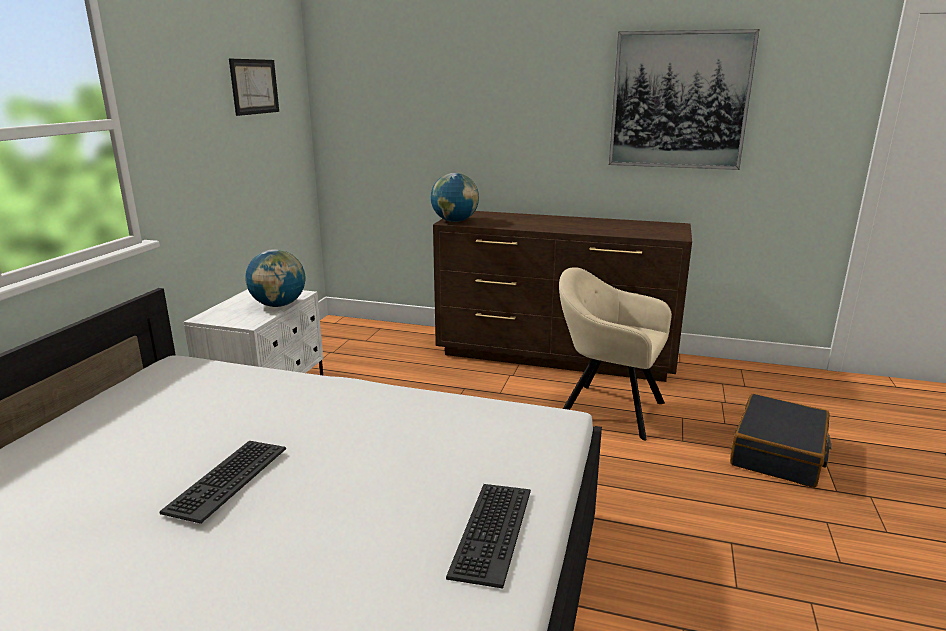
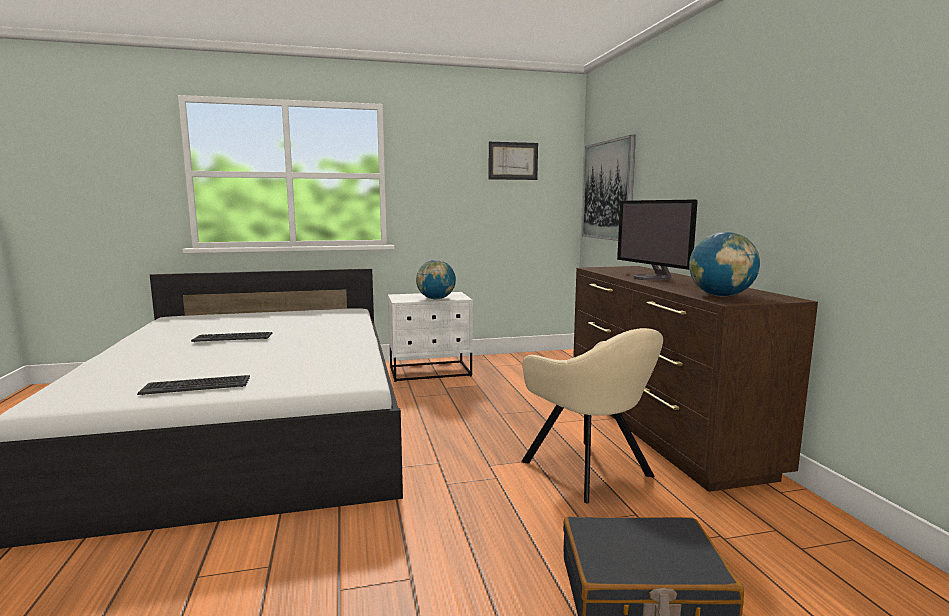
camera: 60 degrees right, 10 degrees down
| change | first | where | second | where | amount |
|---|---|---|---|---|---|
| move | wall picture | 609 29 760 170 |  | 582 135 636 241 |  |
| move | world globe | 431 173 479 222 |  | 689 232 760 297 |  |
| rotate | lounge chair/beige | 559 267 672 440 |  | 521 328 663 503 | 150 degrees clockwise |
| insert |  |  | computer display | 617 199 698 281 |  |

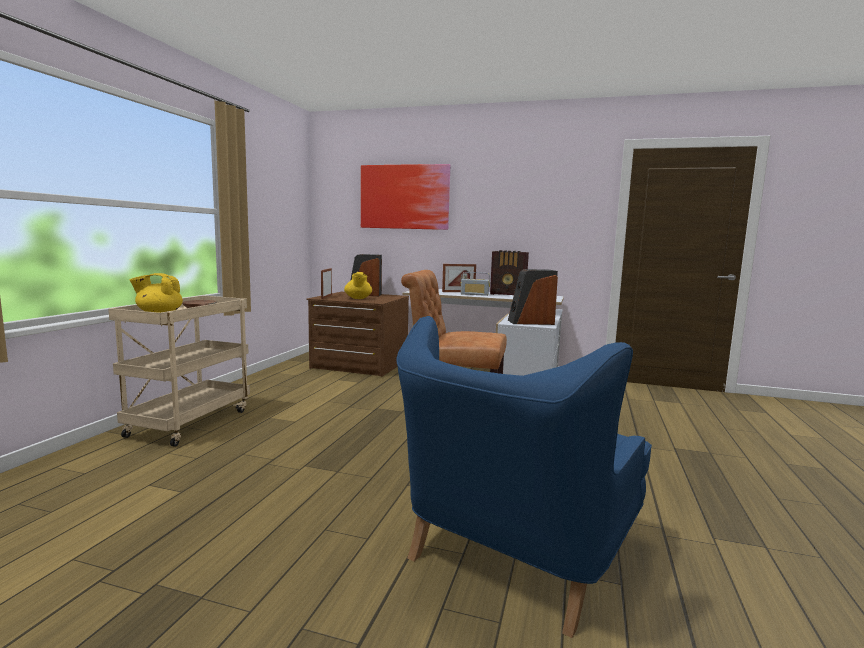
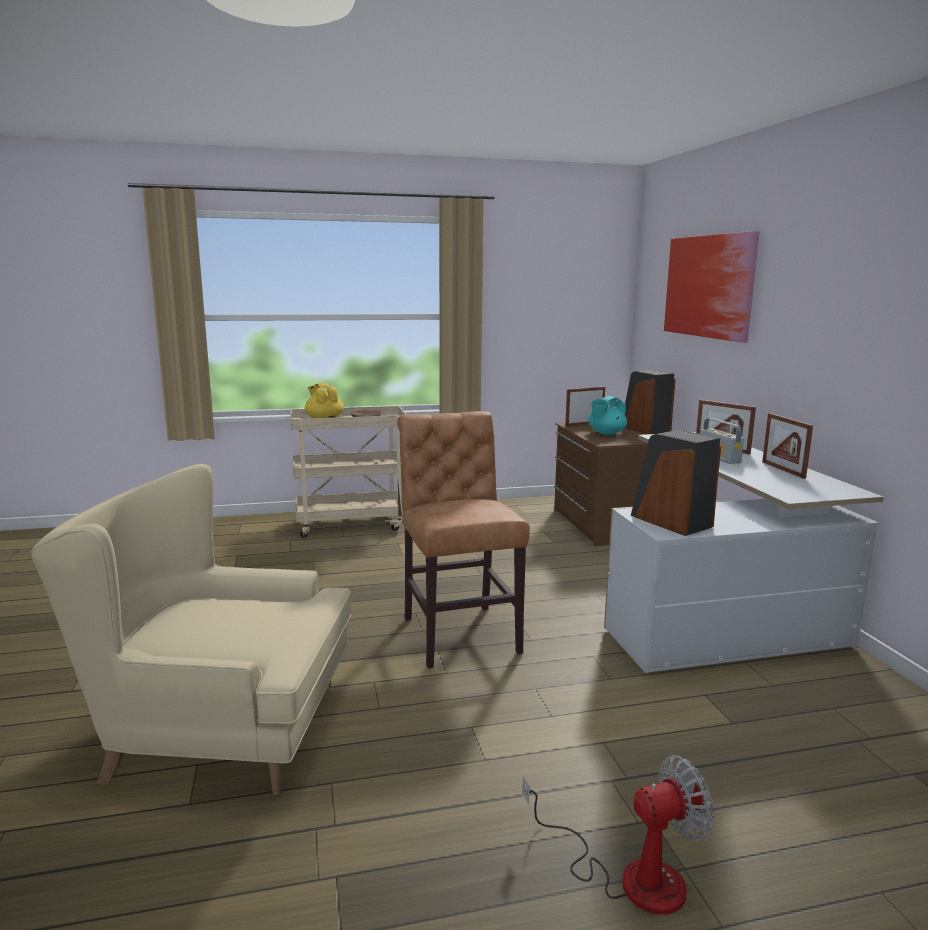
camera: 60 degrees right, 5 degrees up
| change | first | where | second | where | amount |
|---|---|---|---|---|---|
| replace | radio receiver | 490 250 529 295 | picture frame | 762 413 813 479 |  |
| recolor | tea pot/yellowish | 344 272 372 299 | tea pot/turquoise-coloured | 588 396 627 435 |  |
| recolor | lounge chair/blue | 396 316 652 638 | lounge chair/beige | 30 464 351 795 |  |
| insert |  |  | fan | 523 755 714 915 |  |

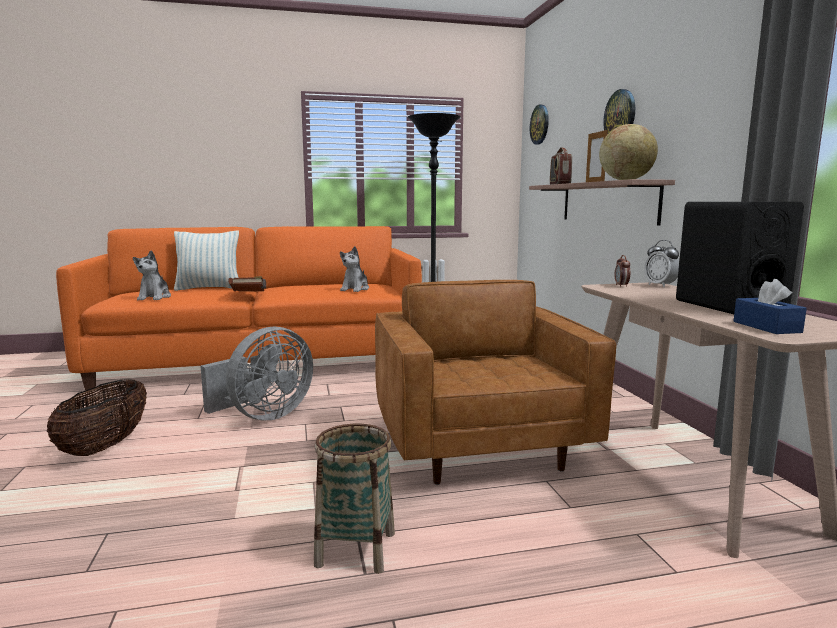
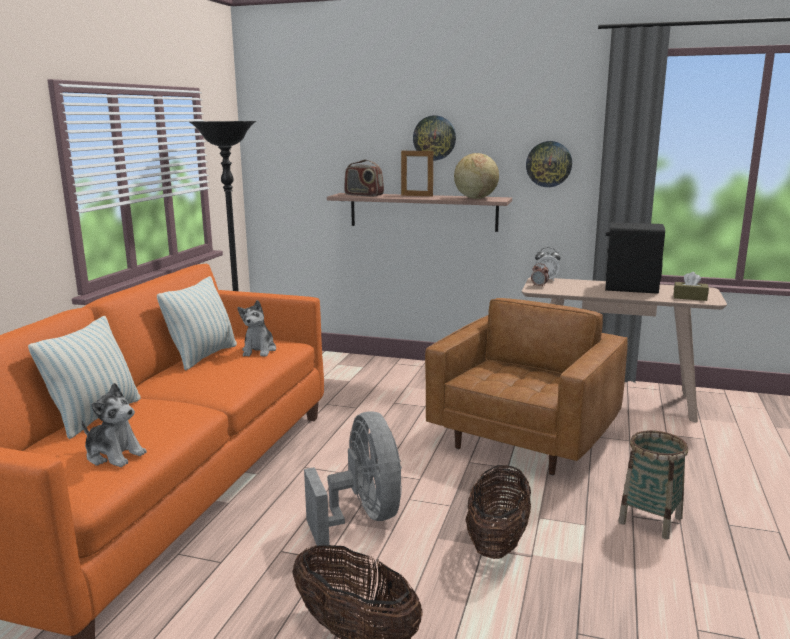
camera: 60 degrees left, 5 degrees up
| change | first | where | second | where | amount |
|---|---|---|---|---|---|
| move | clock on the wall | 530 104 549 145 |  | 526 141 572 187 |  |
| rotate | soft toy | 340 246 369 292 |  | 237 300 276 357 | 45 degrees clockwise |
| delete | book/brown-coloured | 228 276 266 291 |  |  |  |
| recolor | tissue box/blue | 734 279 807 334 | tissue box/brown-coloured | 674 272 709 301 |  |
| rotate | lounge chair/brown-coloured | 375 280 616 485 |  | 425 298 628 476 | 105 degrees clockwise |
| insert |  |  | cushion | 157 276 237 371 |  |
| insert |  |  | household basket | 465 465 531 559 |  |

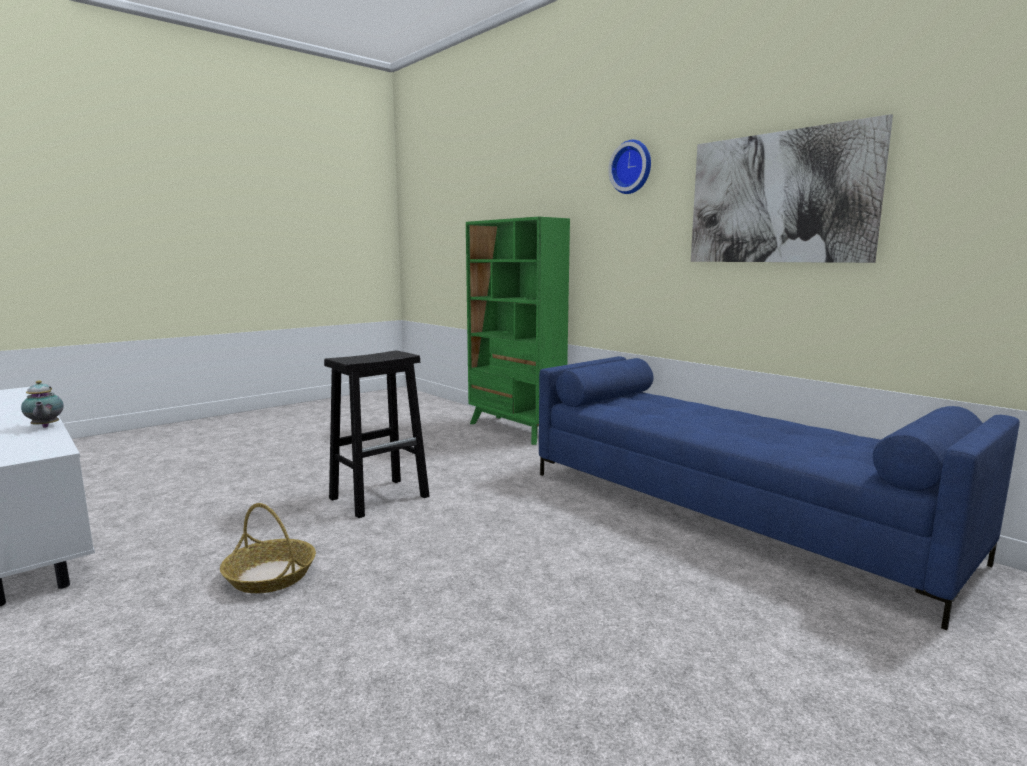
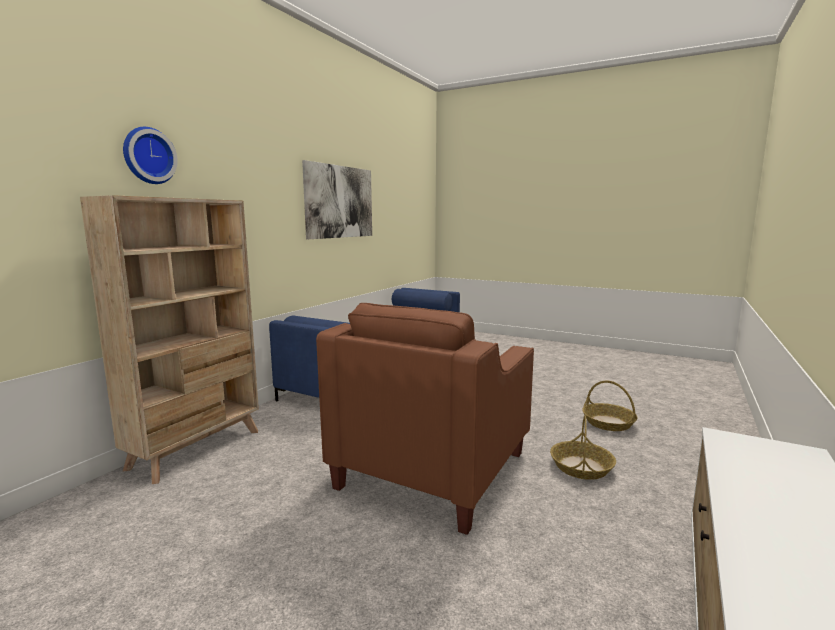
camera: 110 degrees left, 0 degrees up
| change | first | where | second | where | amount |
|---|---|---|---|---|---|
| move | clock on the wall | 608 140 651 194 |  | 123 127 178 184 |  |
| recolor | bookshelf/greenish | 466 217 570 445 | bookshelf/beige | 80 195 259 484 |  |
| replace | stool/black | 324 350 430 518 | lounge chair/brown-coloured | 316 303 534 535 |  |
| delete | tea pot | 21 380 64 428 |  |  |  |
| insert |  |  | household basket | 582 381 638 431 |  |

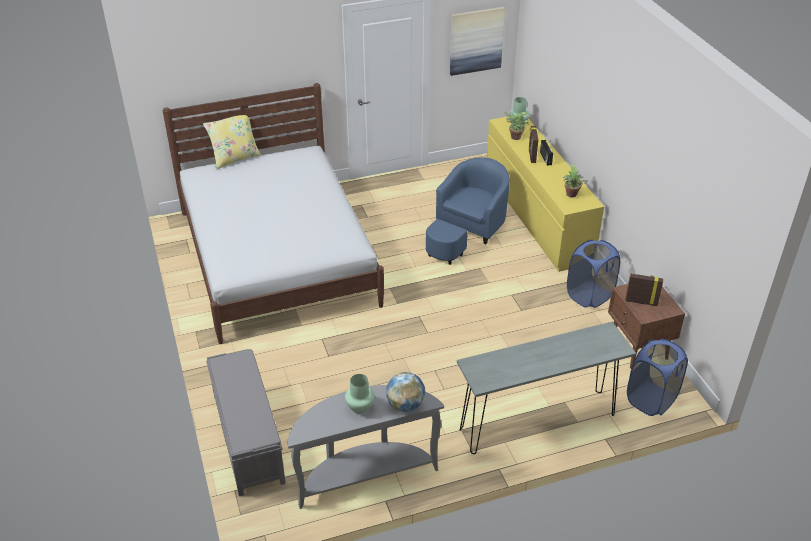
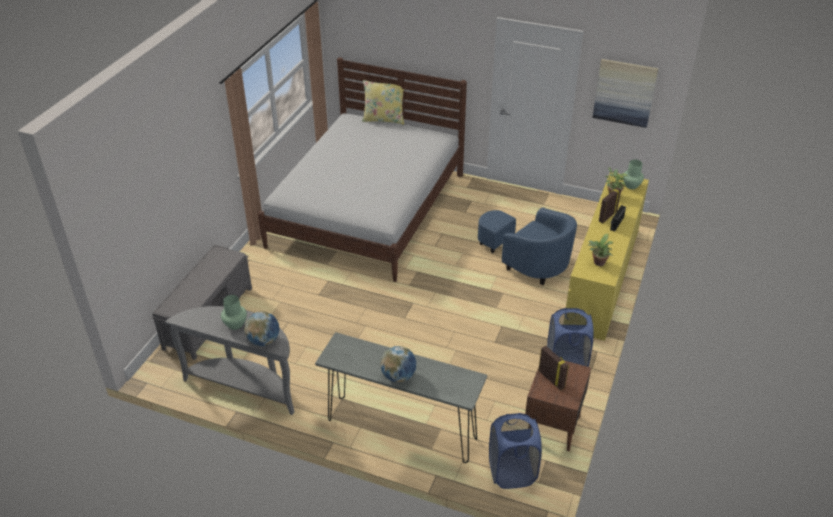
camera: 40 degrees right, 0 degrees up
| change | first | where | second | where | amount |
|---|---|---|---|---|---|
| rotate | lounge chair/blue | 426 157 510 265 |  | 478 207 577 285 | 60 degrees clockwise |
| insert |  |  | world globe | 380 346 416 382 |  |

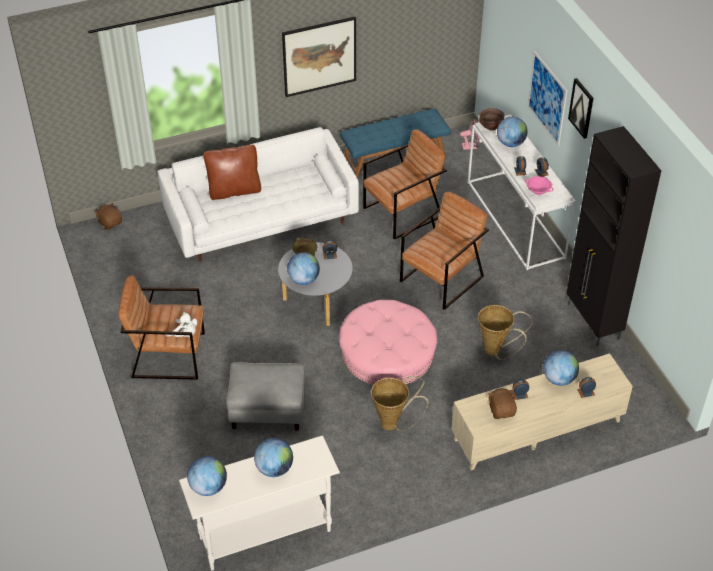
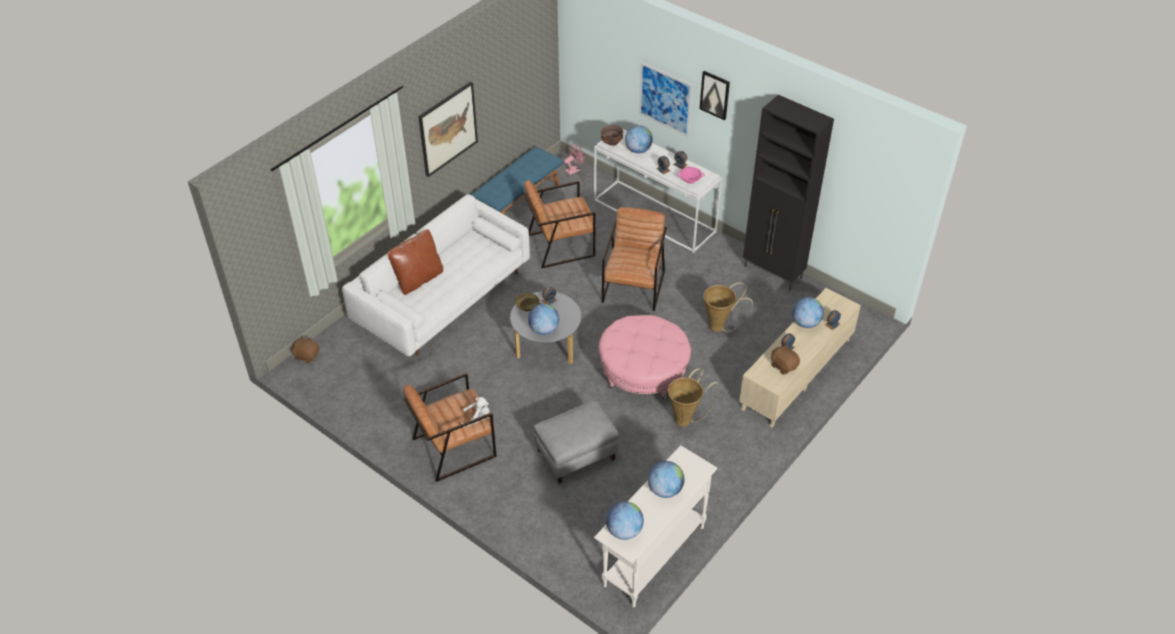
camera: 30 degrees left, 0 degrees up
| change | first | where | second | where | amount |
|---|---|---|---|---|---|
| rotate | lounge chair/brown-coloured | 363 129 447 239 |  | 524 180 596 268 | 135 degrees counterclockwise |

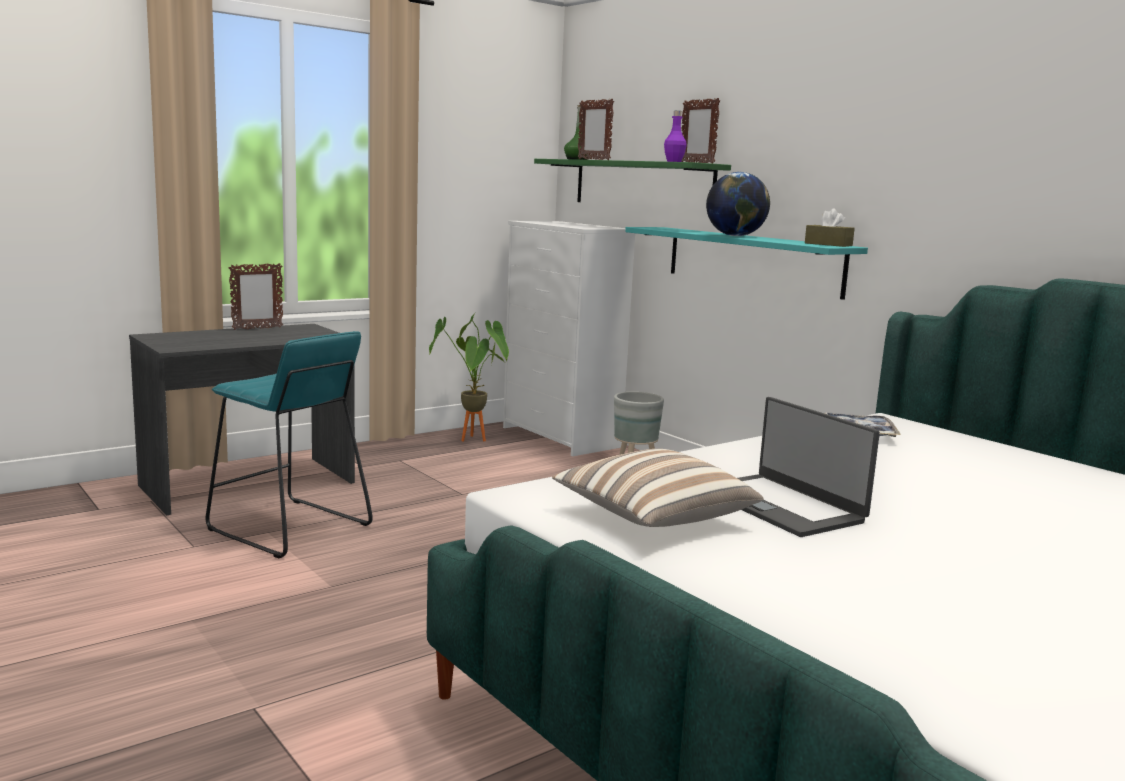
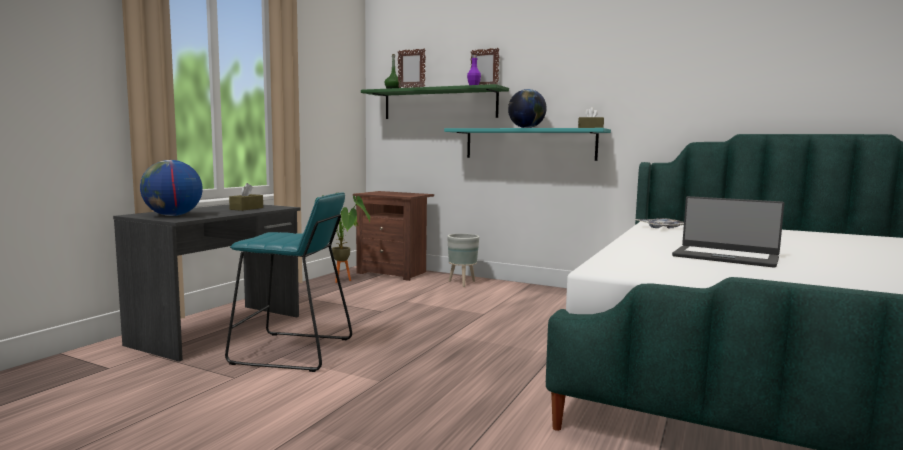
camera: 25 degrees left, 5 degrees down
| change | first | where | second | where | amount |
|---|---|---|---|---|---|
| replace | chest of drawers/white | 503 221 637 456 | bedside table/brown-coloured | 353 191 434 281 |  |
| delete | picture frame | 229 263 283 330 |  |  |  |
| delete | cushion | 552 449 764 527 |  |  |  |
| insert |  |  | world globe | 140 160 203 216 |  |
| insert |  |  | tissue box/brown-coloured | 229 183 263 211 |  |

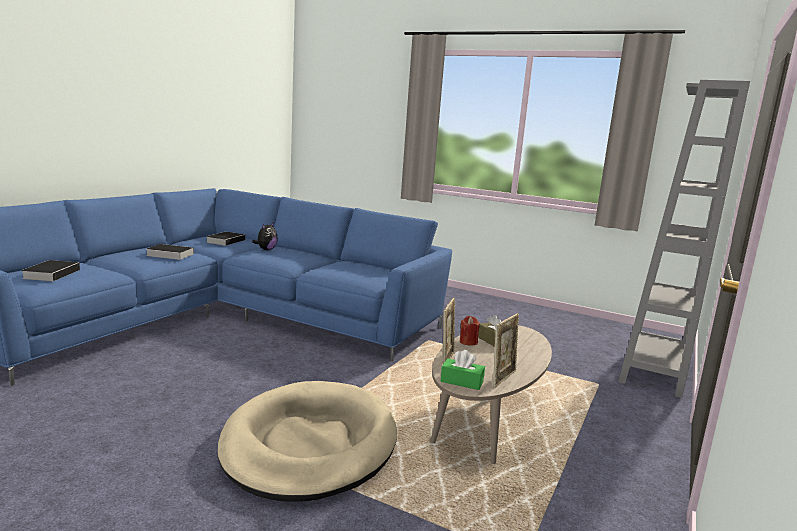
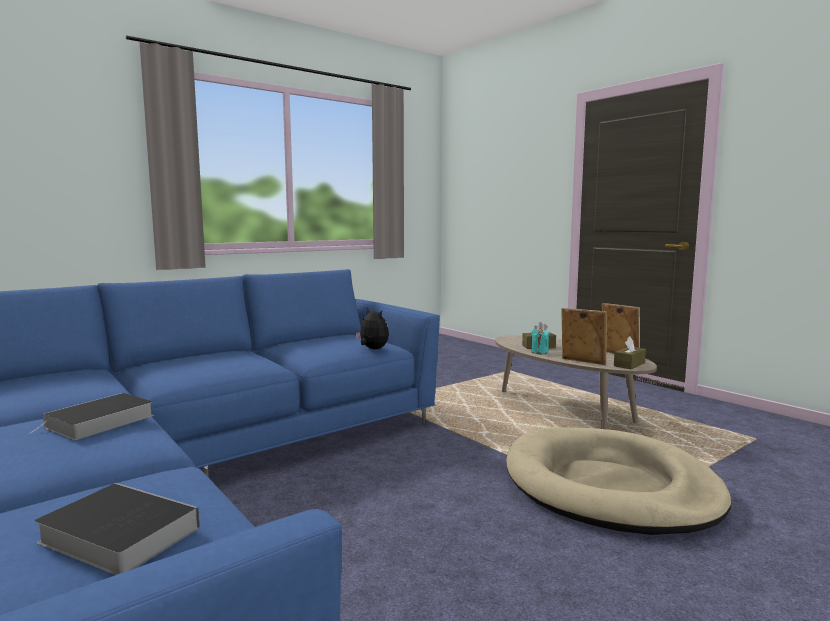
camera: 65 degrees left, 5 degrees down
| change | first | where | second | where | amount |
|---|---|---|---|---|---|
| delete | bookshelf/grey | 618 80 750 398 |  |  |  |
| move | soft toy | 252 223 278 250 |  | 356 308 389 349 |  |
| delete | book | 206 232 245 246 |  |  |  |
| recolor | wax light/red | 460 316 480 346 | wax light/turquoise-coloured | 531 328 549 354 |  |
| recolor | tissue box/greenish | 441 350 485 390 | tissue box/brown-coloured | 614 336 646 369 |  |

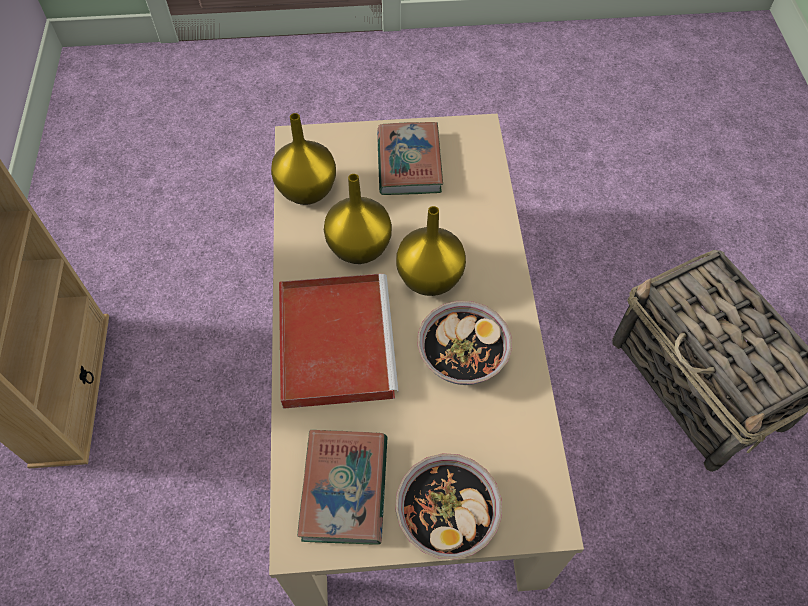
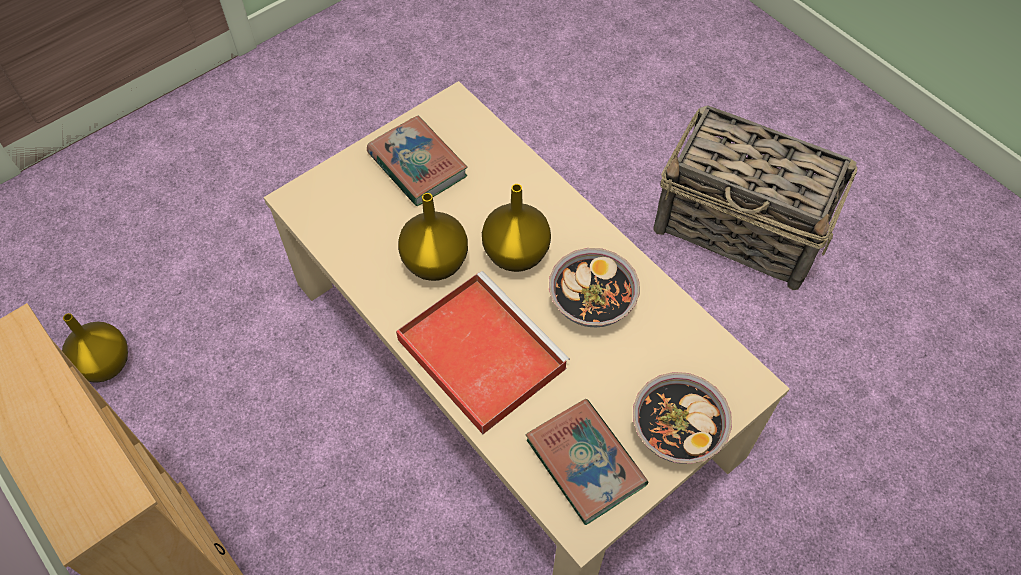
camera: 35 degrees left, 0 degrees up
| change | first | where | second | where | amount |
|---|---|---|---|---|---|
| move | decorative vase/yellowish | 271 113 336 205 |  | 62 313 128 383 |  |

